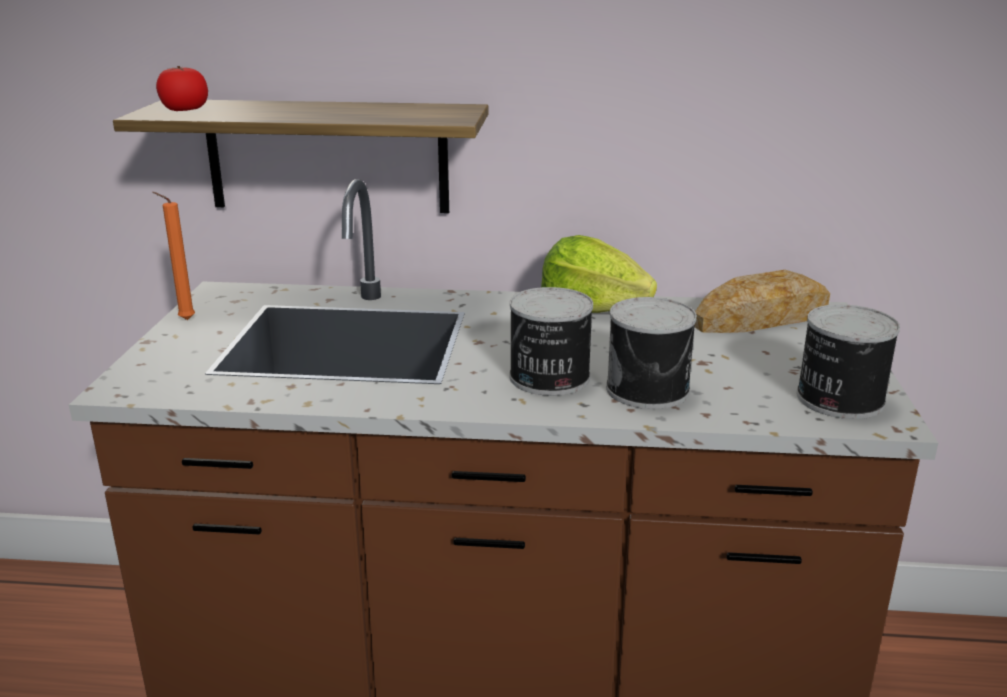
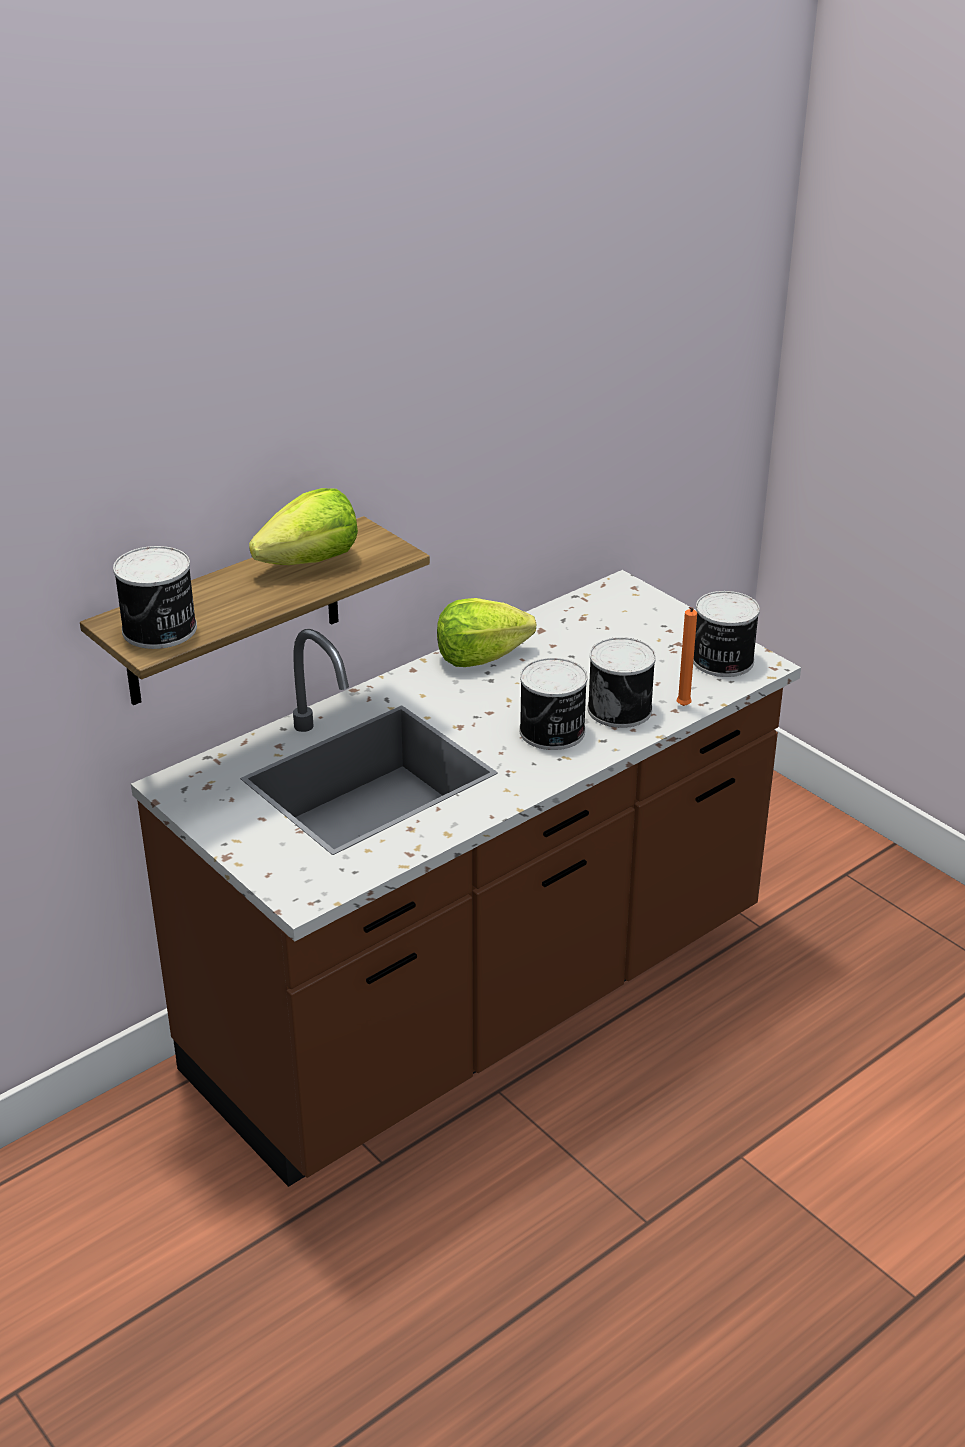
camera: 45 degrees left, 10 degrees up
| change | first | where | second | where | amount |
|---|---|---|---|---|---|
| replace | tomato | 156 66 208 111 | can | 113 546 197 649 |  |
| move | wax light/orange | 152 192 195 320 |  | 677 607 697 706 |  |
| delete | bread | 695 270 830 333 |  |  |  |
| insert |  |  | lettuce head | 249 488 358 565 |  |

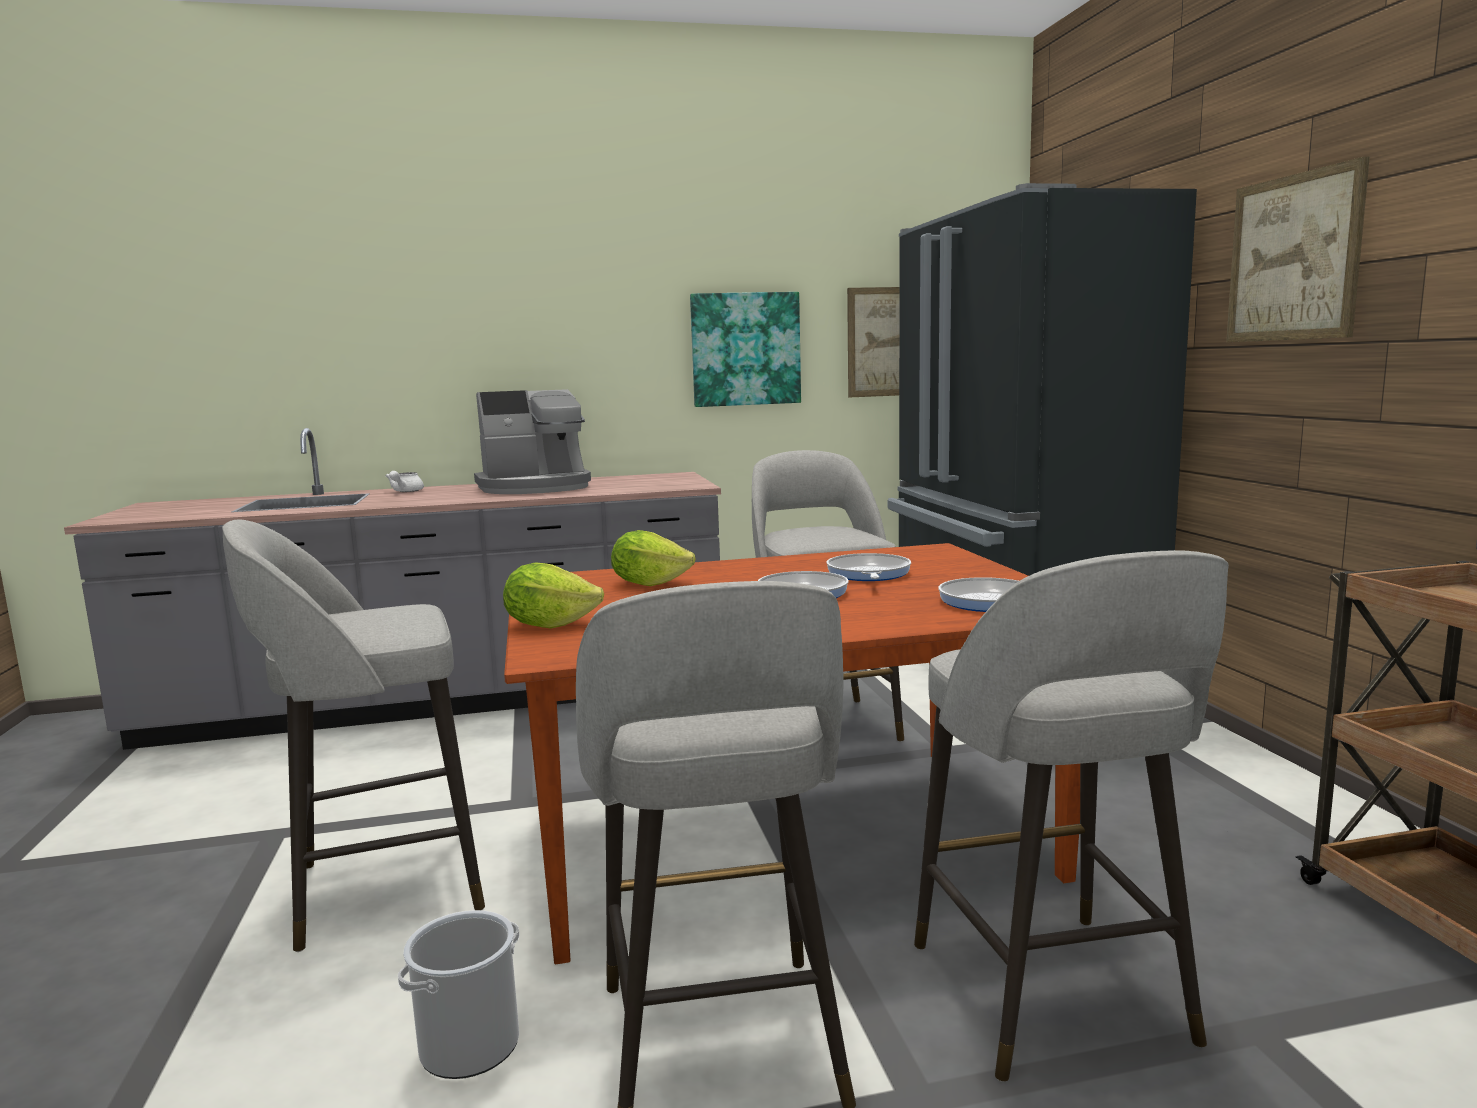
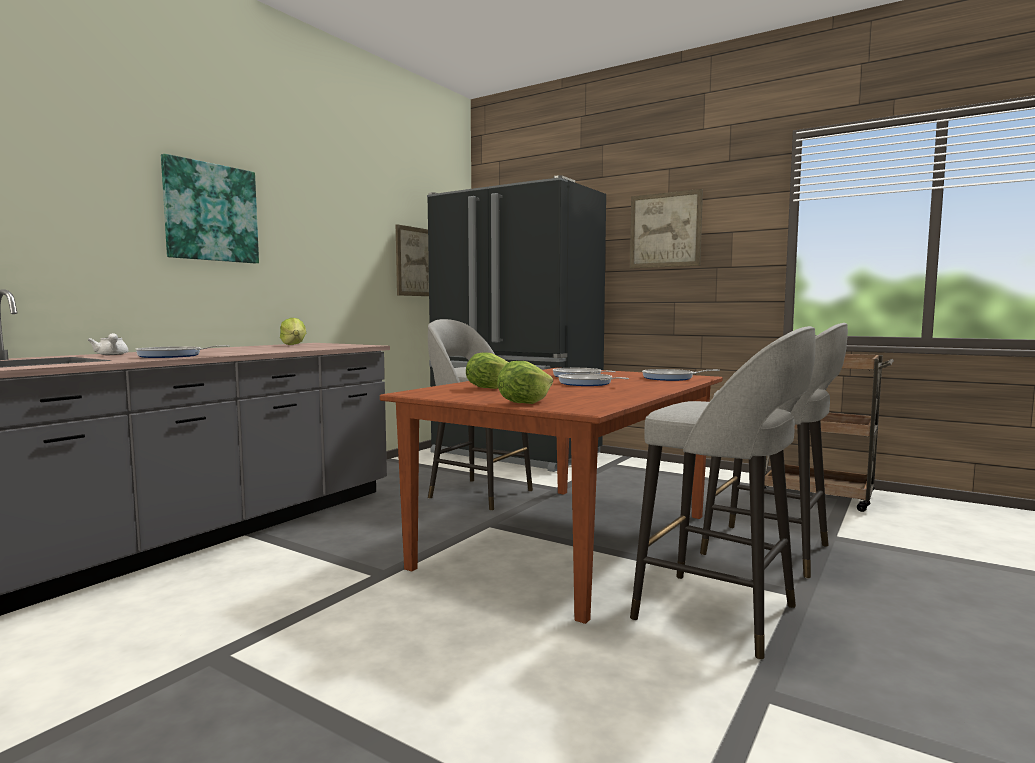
camera: 45 degrees left, 5 degrees down
| change | first | where | second | where | amount |
|---|---|---|---|---|---|
| move | wall picture | 690 292 801 407 |  | 161 154 259 263 |  |
| delete | coffee machine | 474 389 591 494 |  |  |  |
| delete | stool/grey | 222 520 485 952 |  |  |  |
| delete | pail | 398 910 519 1079 |  |  |  |
| insert |  |  | lettuce head | 280 318 306 345 |  |
| insert |  |  | pan | 135 345 230 358 |  |

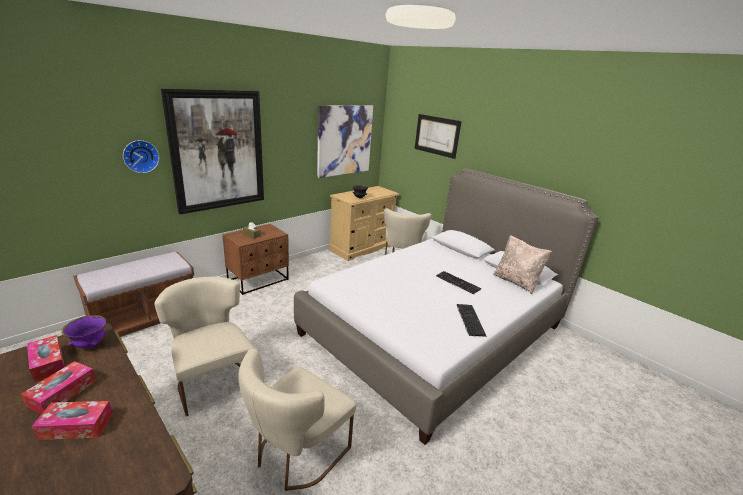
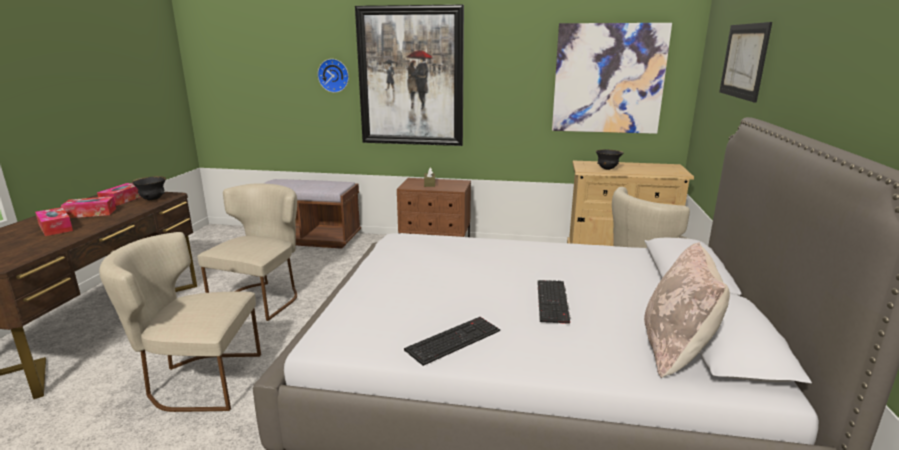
camera: 55 degrees right, 5 degrees down
| change | first | where | second | where | amount |
|---|---|---|---|---|---|
| recolor | bowl/purple | 61 315 107 348 | bowl/black | 132 176 166 201 |  |

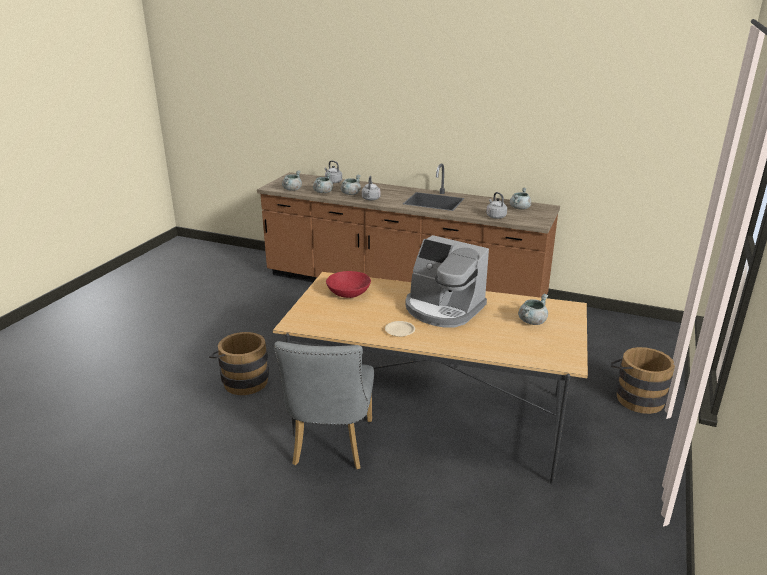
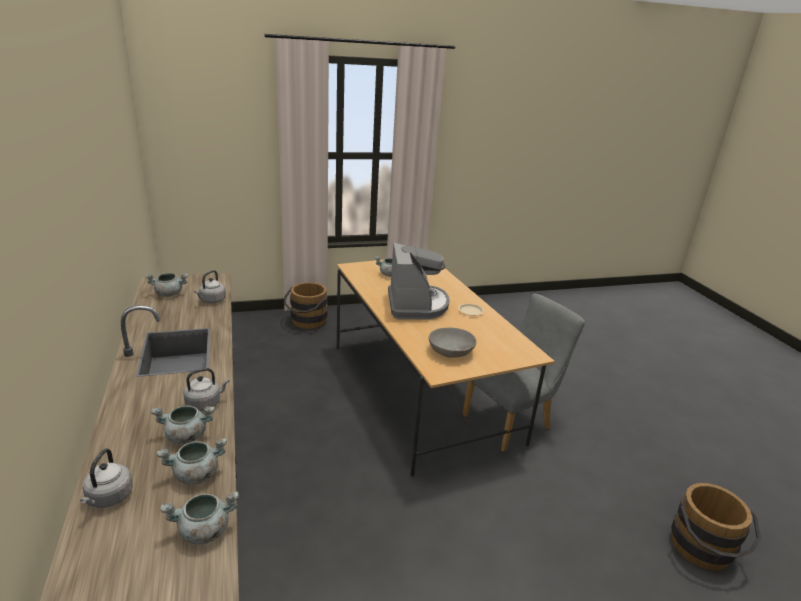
camera: 130 degrees left, 0 degrees up
| change | first | where | second | where | amount |
|---|---|---|---|---|---|
| recolor | bowl/red | 326 271 371 298 | bowl/grey | 429 327 477 358 |  |
| move | pail/brown-coloured | 209 332 269 395 |  | 671 483 761 570 |  |

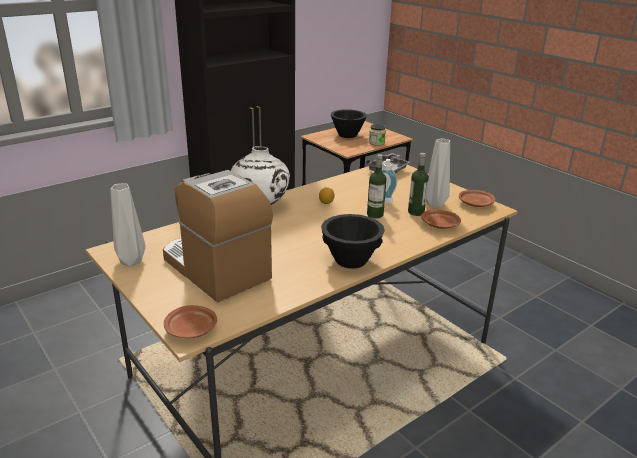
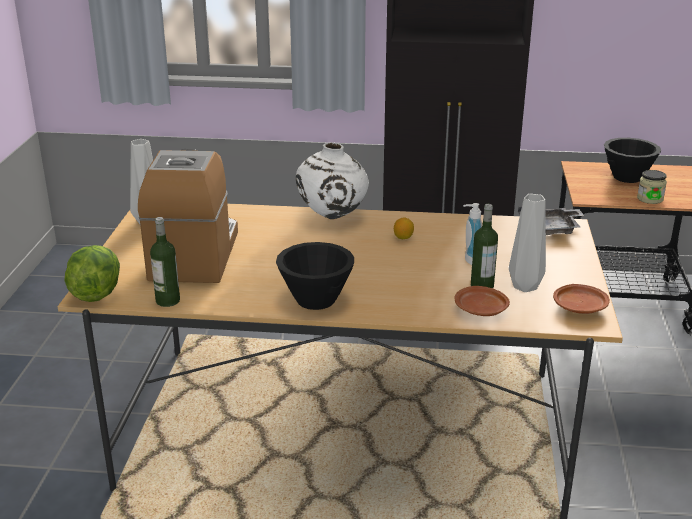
camera: 45 degrees right, 0 degrees up
| change | first | where | second | where | amount |
|---|---|---|---|---|---|
| move | bottle | 367 154 386 218 |  | 150 217 180 307 |  |
| replace | plate/brown-coloured | 164 305 217 338 | lettuce head | 64 245 120 302 |  |

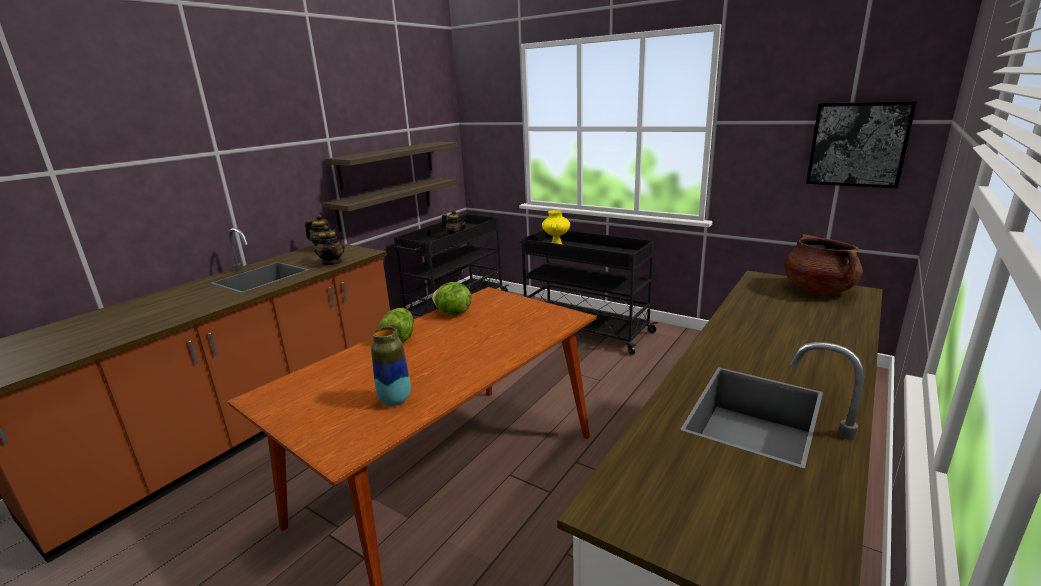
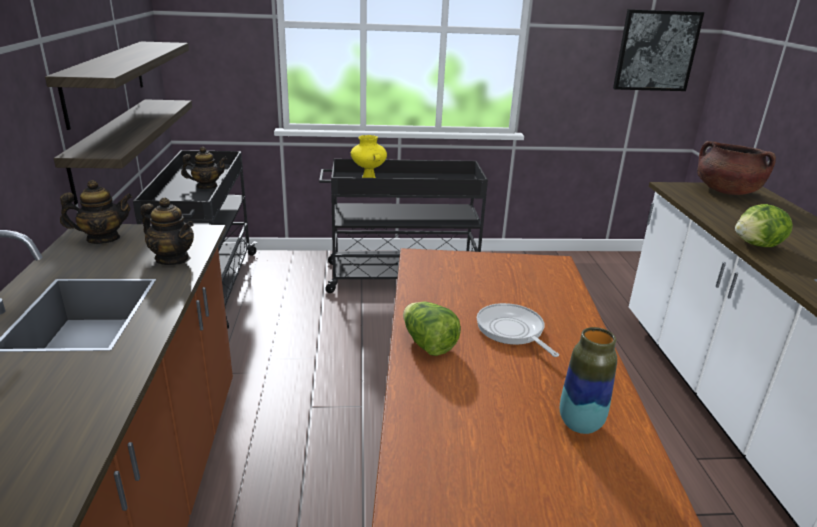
camera: 40 degrees left, 5 degrees up
| change | first | where | second | where | amount |
|---|---|---|---|---|---|
| move | lettuce head | 432 282 472 315 |  | 735 204 793 247 |  |
| insert |  |  | pan | 477 303 559 357 |  |

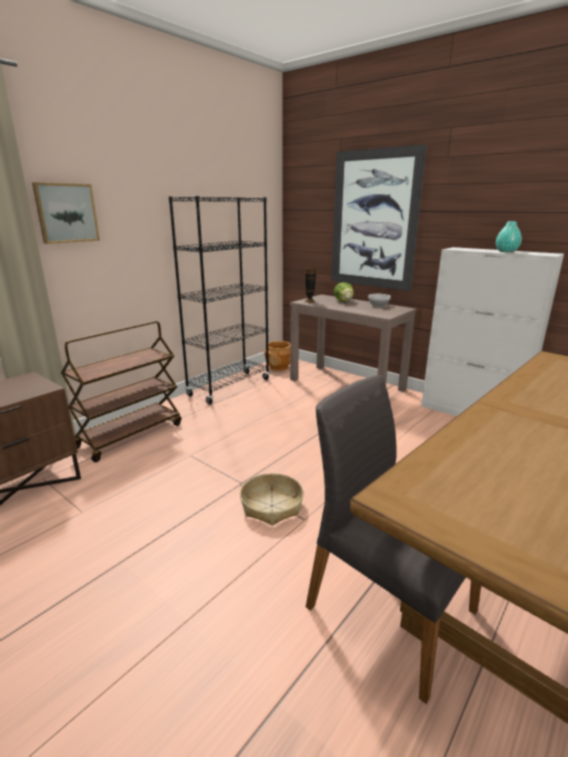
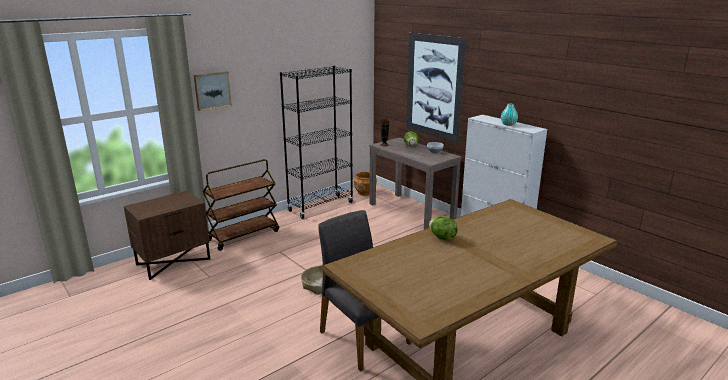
camera: 10 degrees right, 0 degrees up
| change | first | where | second | where | amount |
|---|---|---|---|---|---|
| insert |  |  | lettuce head | 429 216 458 241 |  |

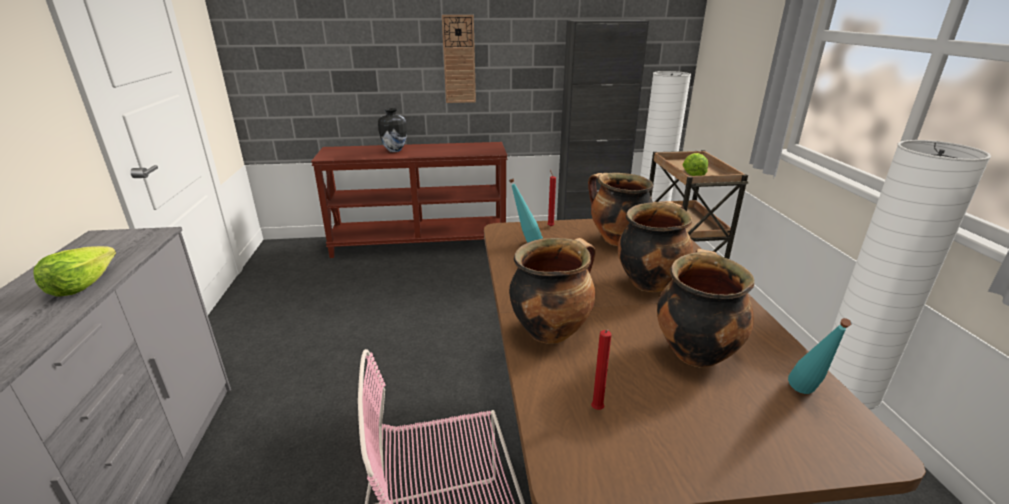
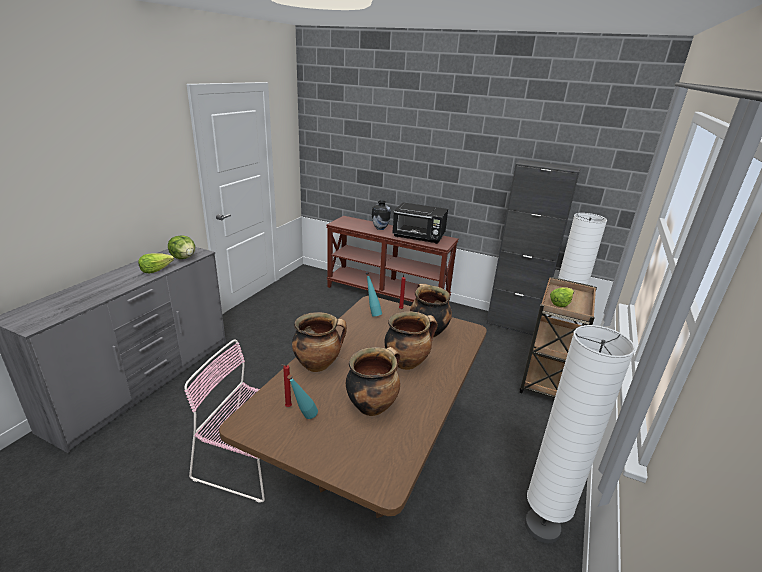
camera: 30 degrees right, 0 degrees up
| change | first | where | second | where | amount |
|---|---|---|---|---|---|
| delete | clock on the wall | 442 15 476 103 |  |  |  |
| move | bottle/turquoise-coloured | 788 318 852 394 |  | 287 375 318 419 |  |
| insert |  |  | microwave oven/black | 392 202 448 244 |  |
| insert |  |  | lettuce head | 168 235 195 259 |  |

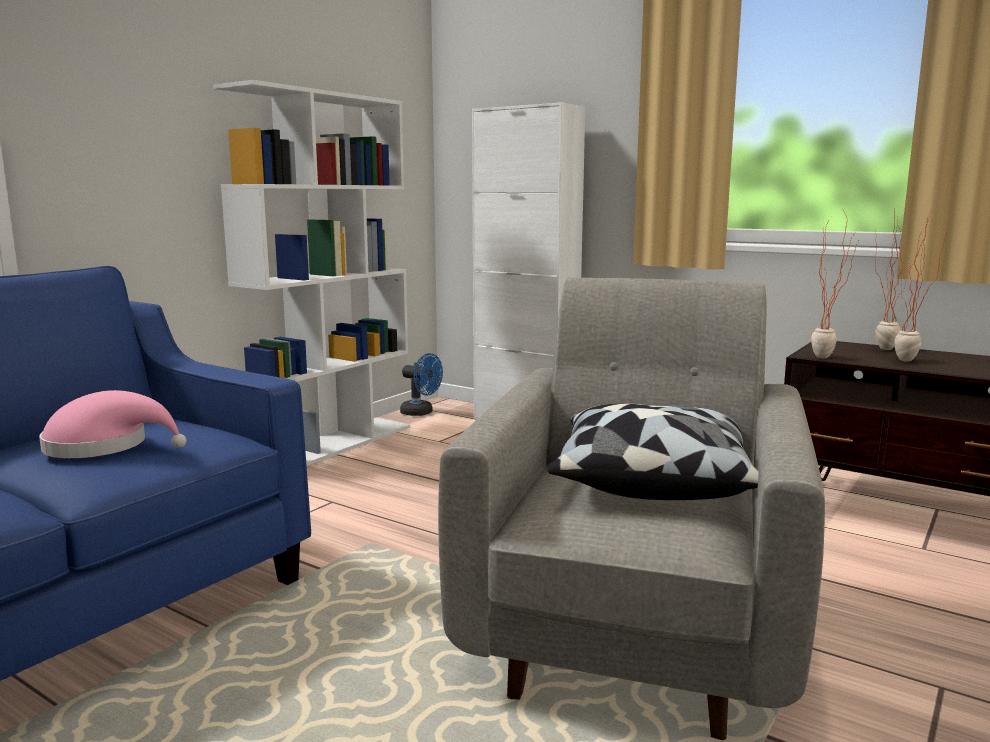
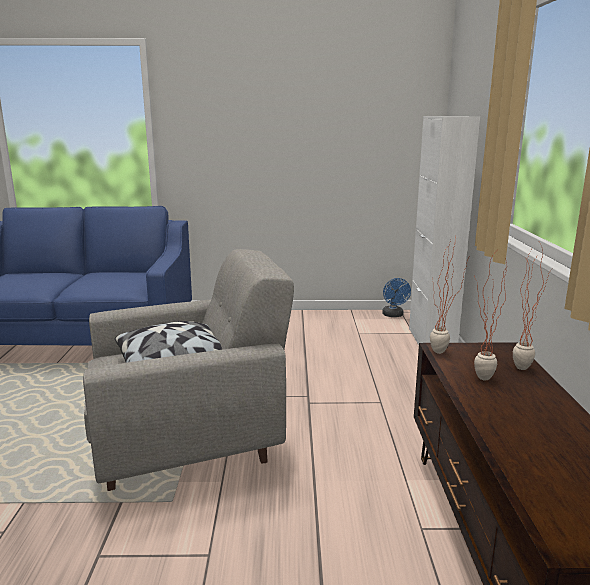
camera: 55 degrees right, 5 degrees up
| change | first | where | second | where | amount |
|---|---|---|---|---|---|
| delete | bookshelf/white | 213 80 410 466 |  |  |  |
| delete | clothing hat/pink | 39 390 187 458 |  |  |  |

